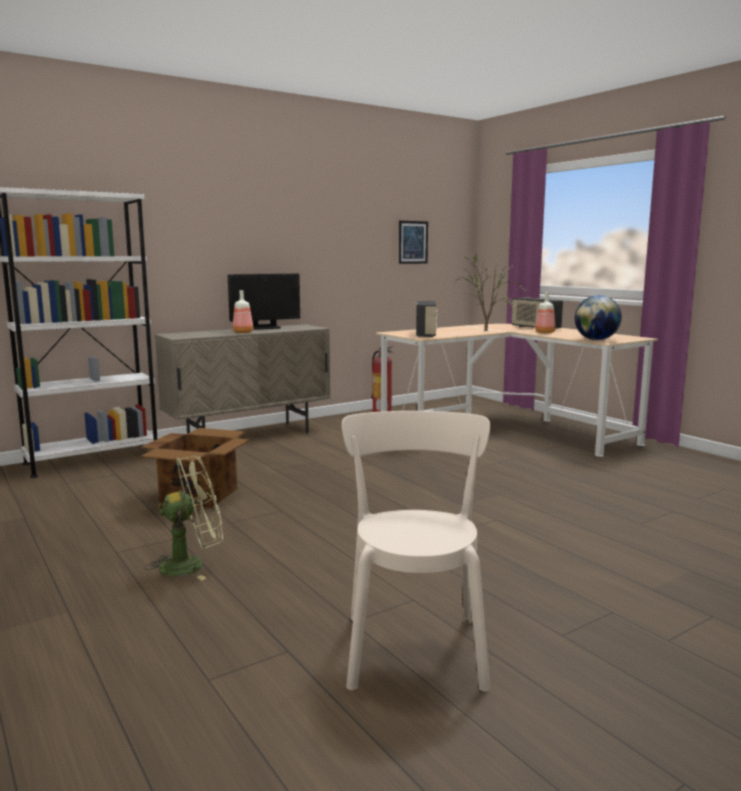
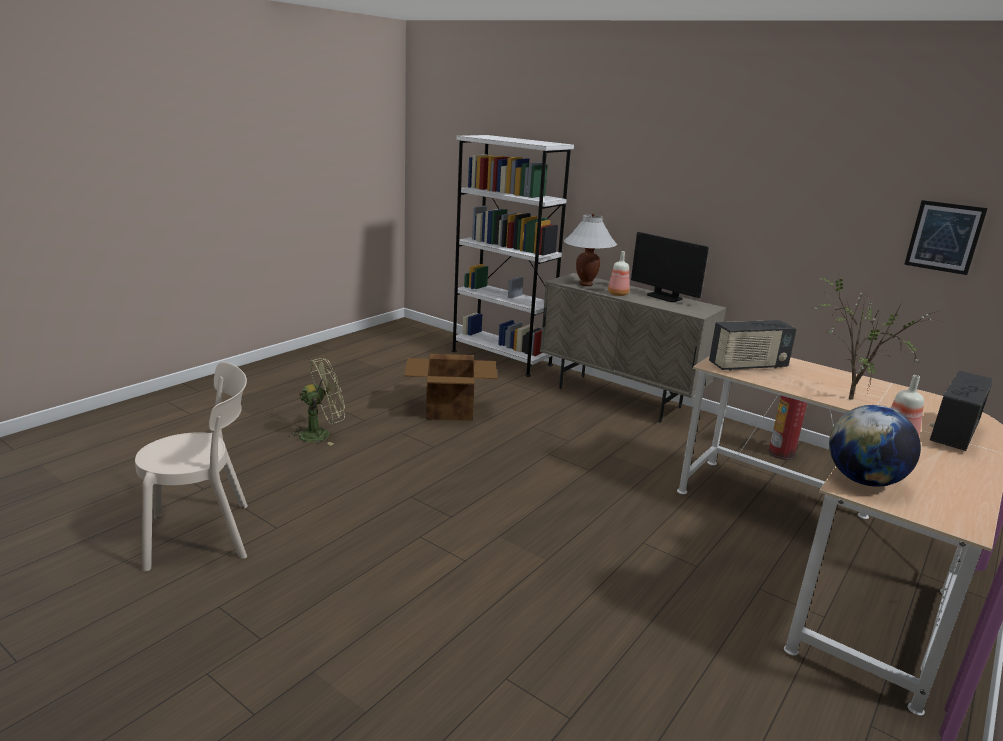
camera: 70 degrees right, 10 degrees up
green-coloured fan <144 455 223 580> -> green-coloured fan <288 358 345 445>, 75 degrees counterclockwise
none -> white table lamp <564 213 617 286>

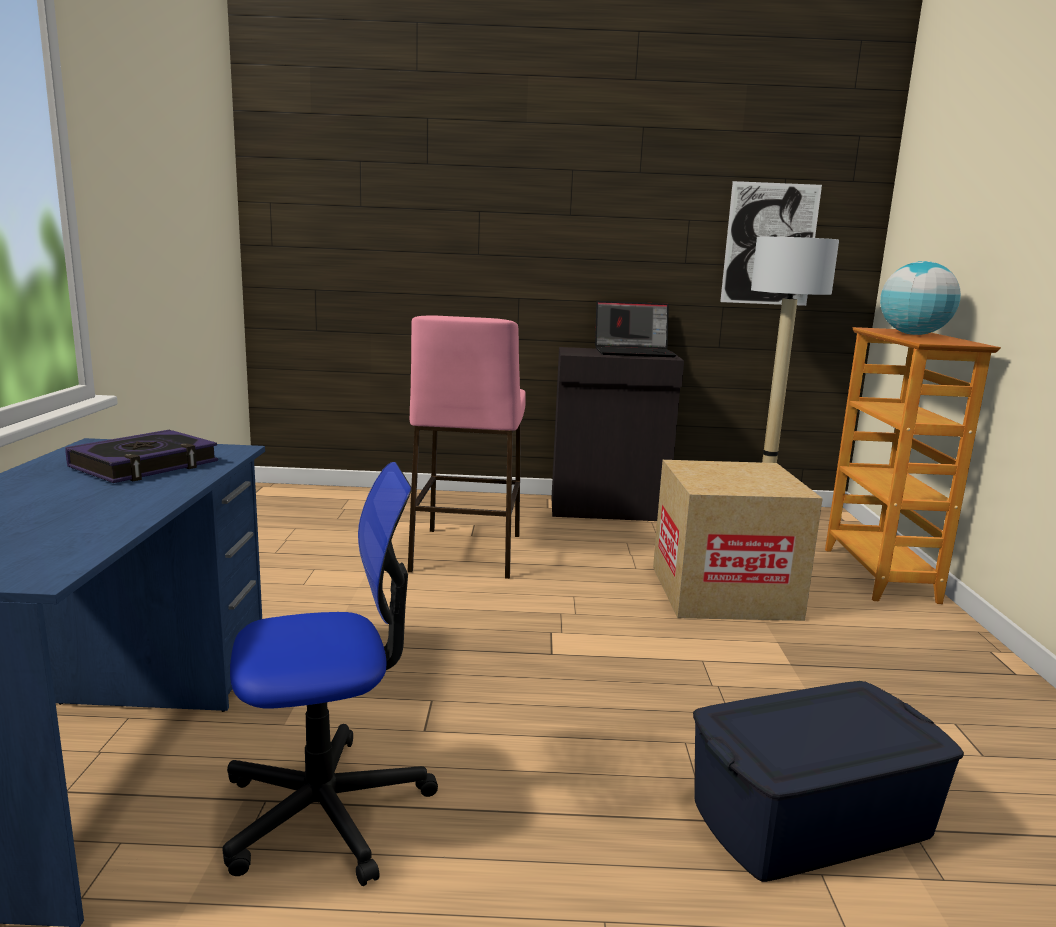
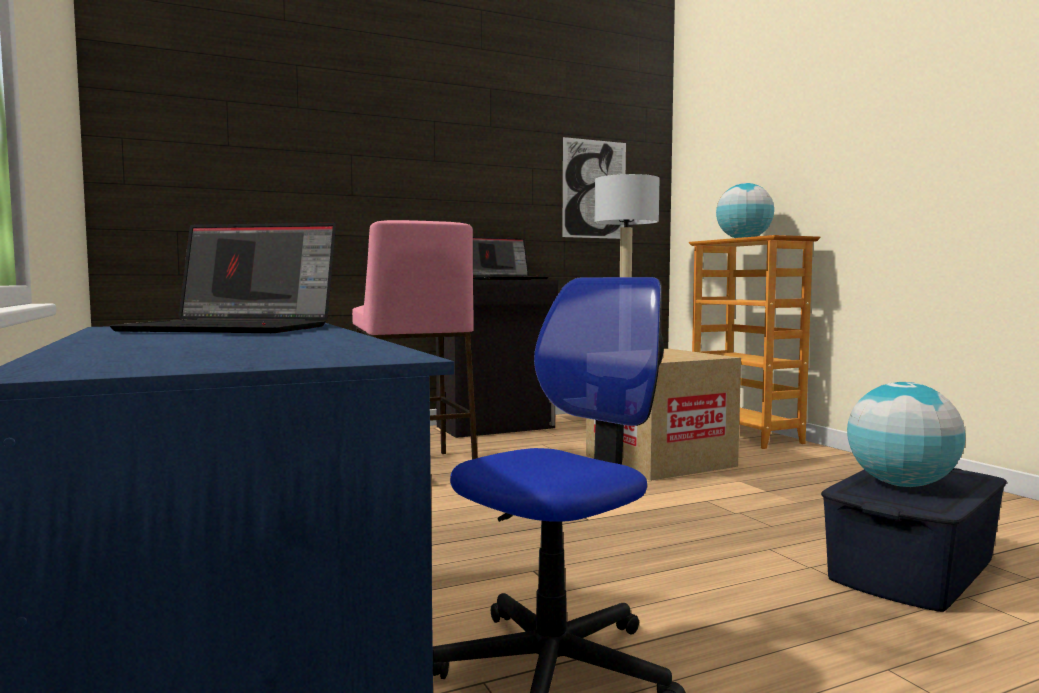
camera: 25 degrees left, 10 degrees down
bound book <65 430 218 483> -> portable computer <109 223 336 333>
none -> globe <847 382 966 487>

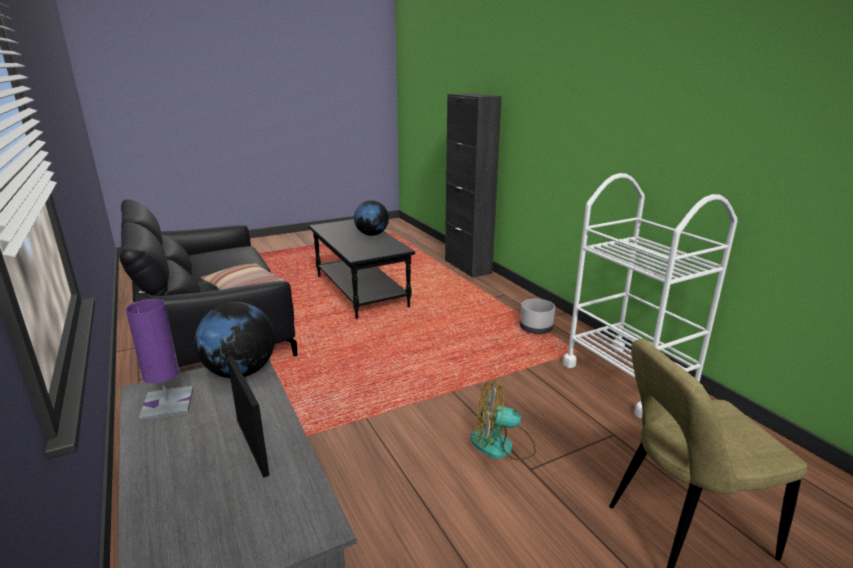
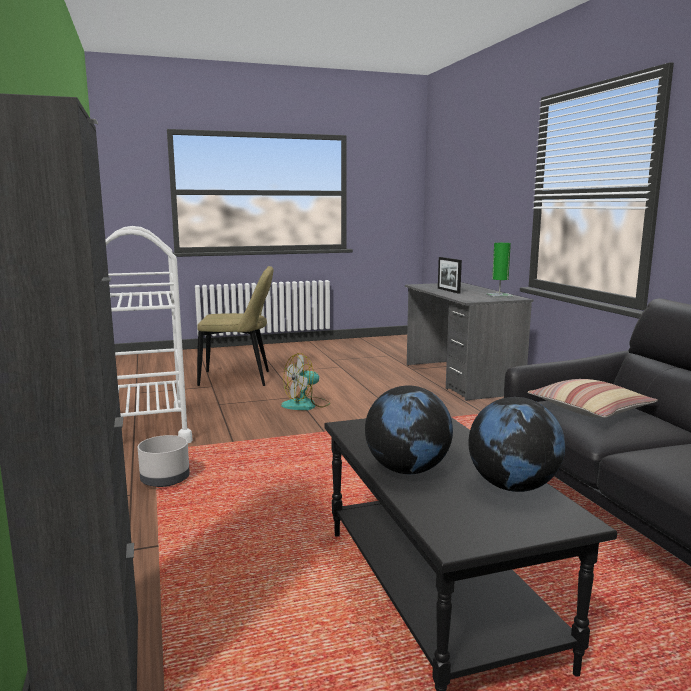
camera: 170 degrees left, 10 degrees down
purple-coloured table lamp <126 299 194 420> -> green-coloured table lamp <486 243 513 298>
globe <195 302 275 378> -> globe <468 397 565 492>, relocated
fan <471 381 536 460> -> fan <281 353 330 410>, 135 degrees clockwise

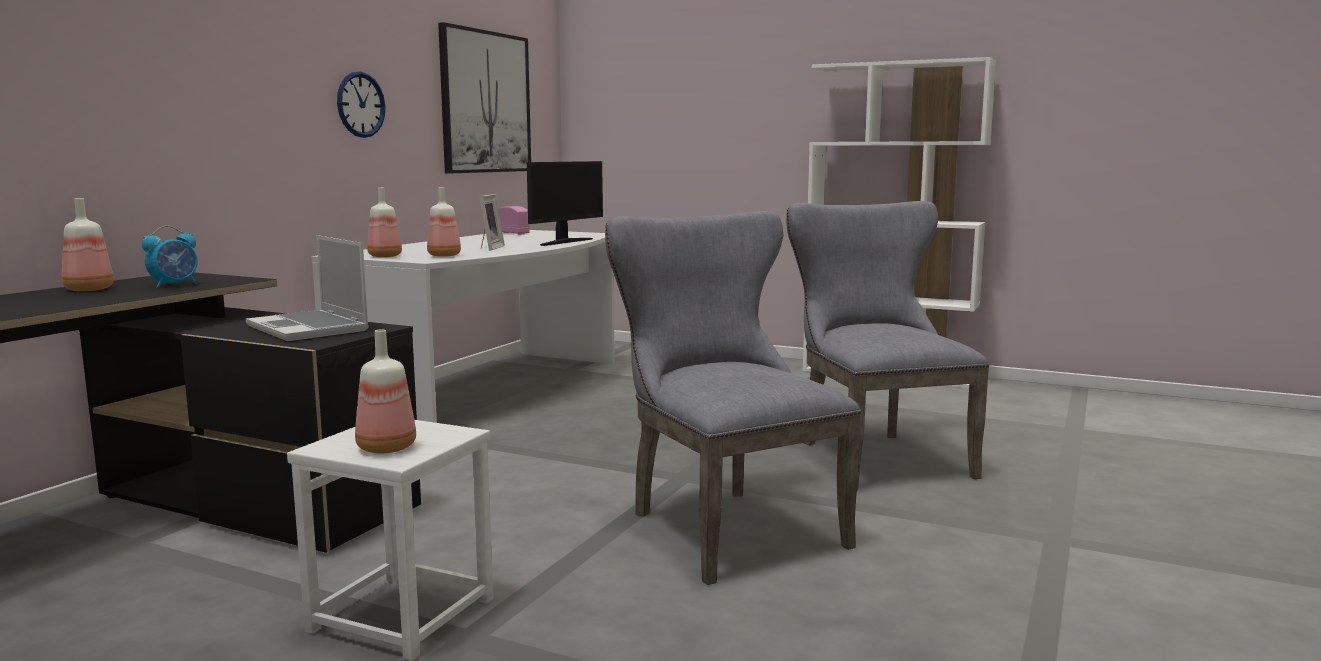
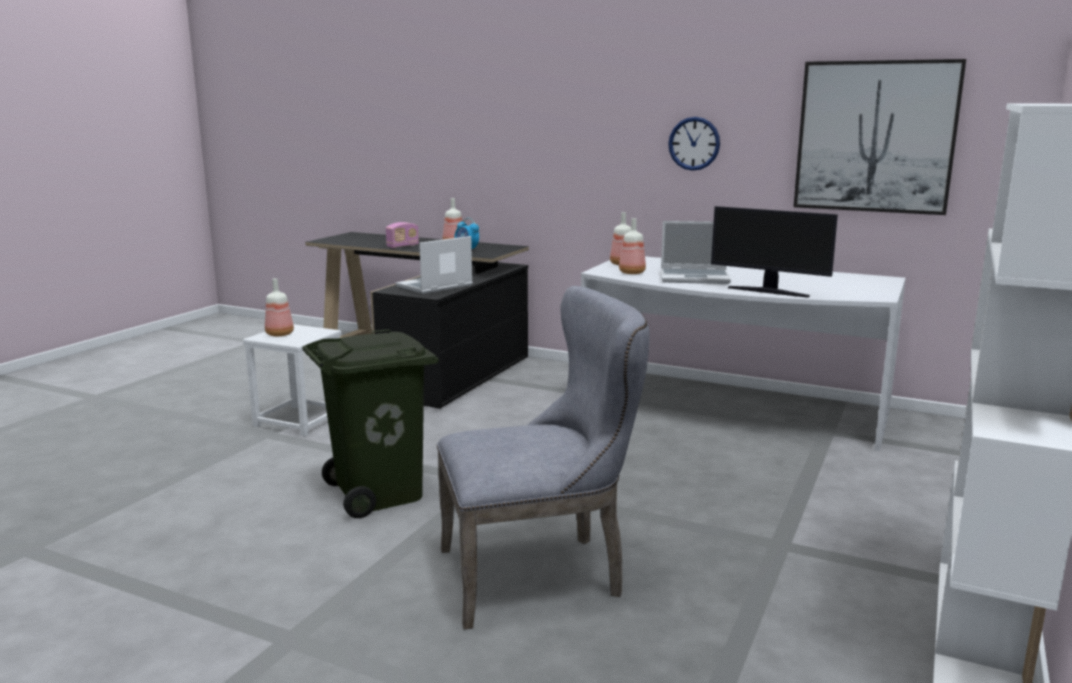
camera: 90 degrees right, 5 degrees up
picture frame <479 194 505 251> -> portable computer <661 221 731 284>
radio <498 206 530 235> -> radio <386 222 419 248>, relocated
greyish plain chair <605 211 861 585> -> green-coloured trash can <302 329 439 518>

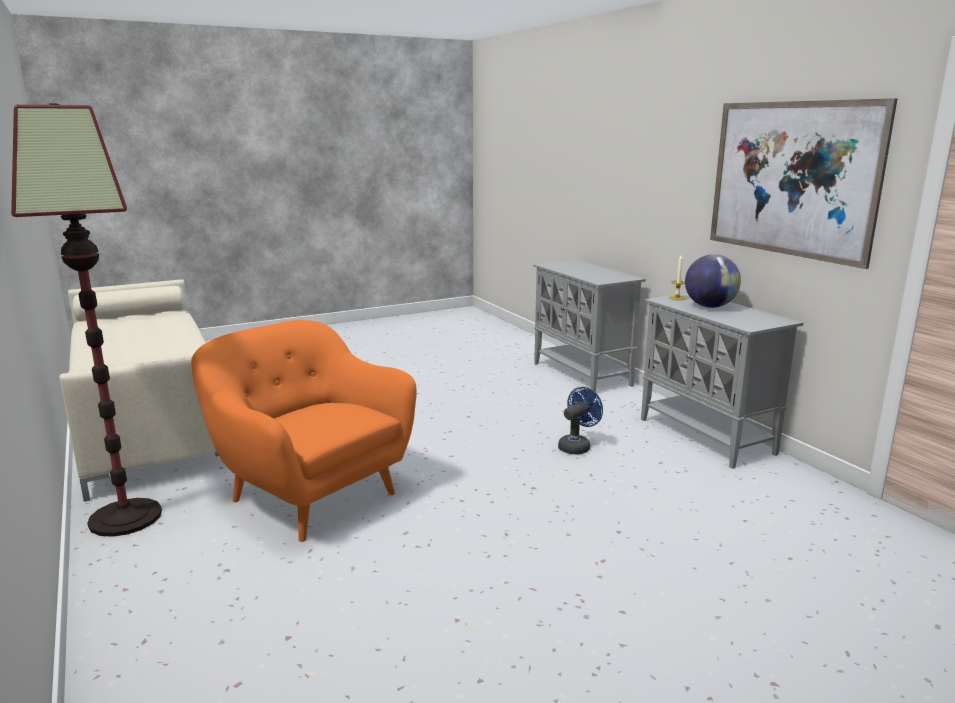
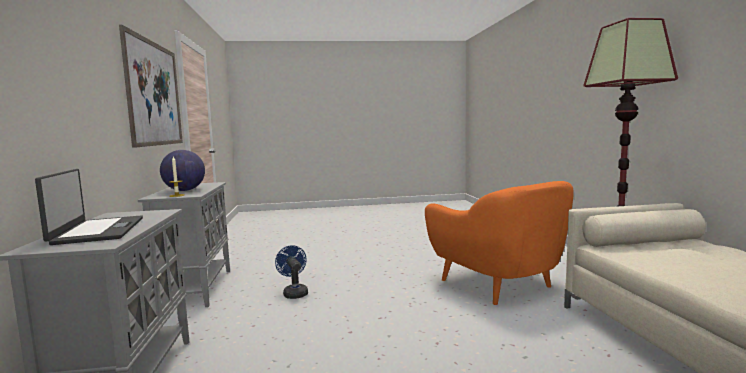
camera: 160 degrees left, 10 degrees down
blue-coloured fan <558 387 603 455> -> blue-coloured fan <275 245 308 299>, 90 degrees clockwise
none -> portable computer <35 169 143 245>

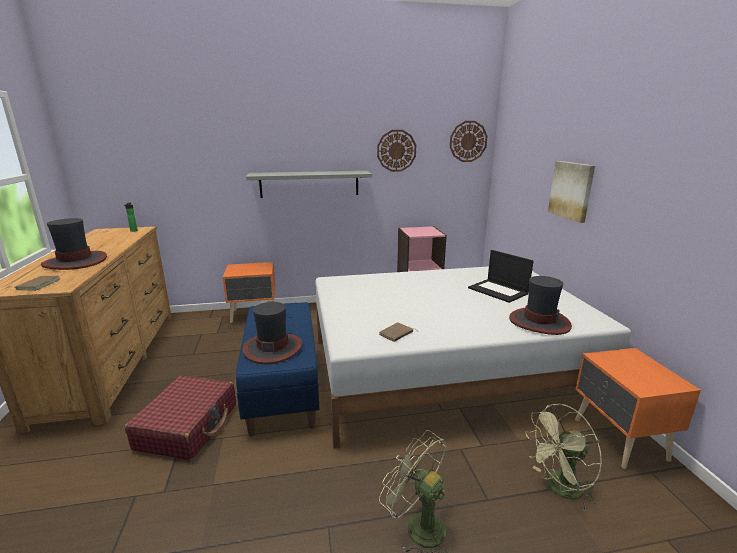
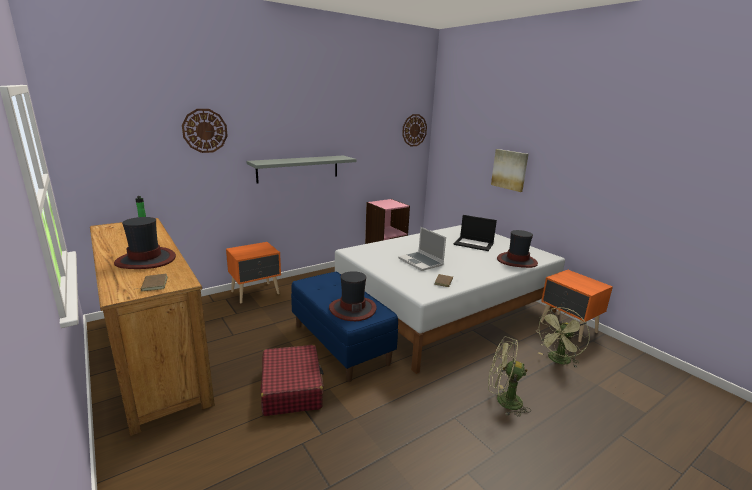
camera: 25 degrees left, 0 degrees up
wall clock <377 130 416 172> -> wall clock <182 109 228 153>, relocated
none -> portable computer <398 227 446 271>

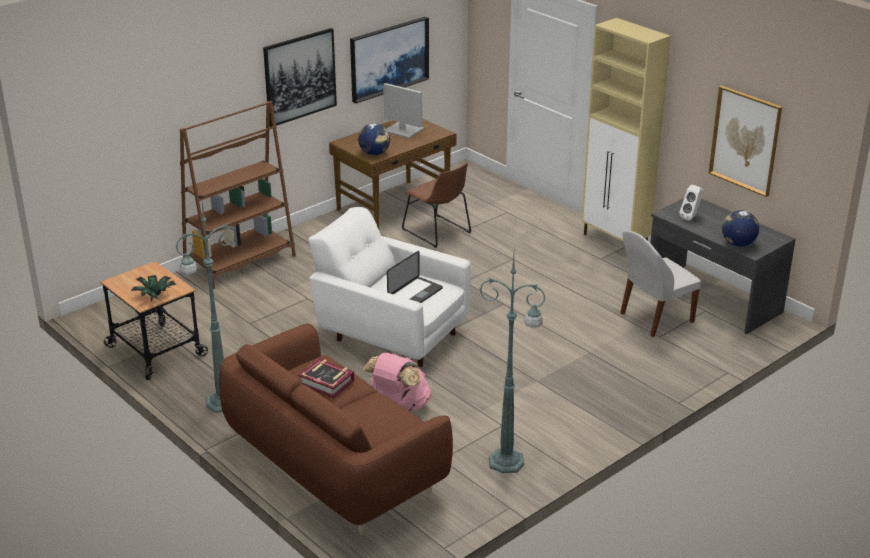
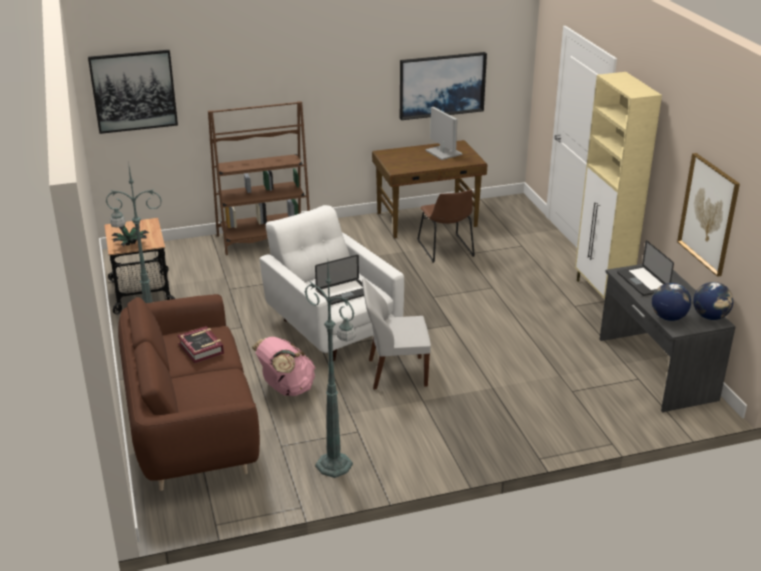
camera: 25 degrees right, 0 degrees up
wall art <263 28 337 127> -> wall art <88 50 178 134>, relocated
globe <358 123 390 155> -> globe <693 282 733 320>, relocated
white plain chair <620 231 701 337> -> white plain chair <362 278 431 389>, relocated
white speaker <679 185 703 221> -> portable computer <617 240 674 296>

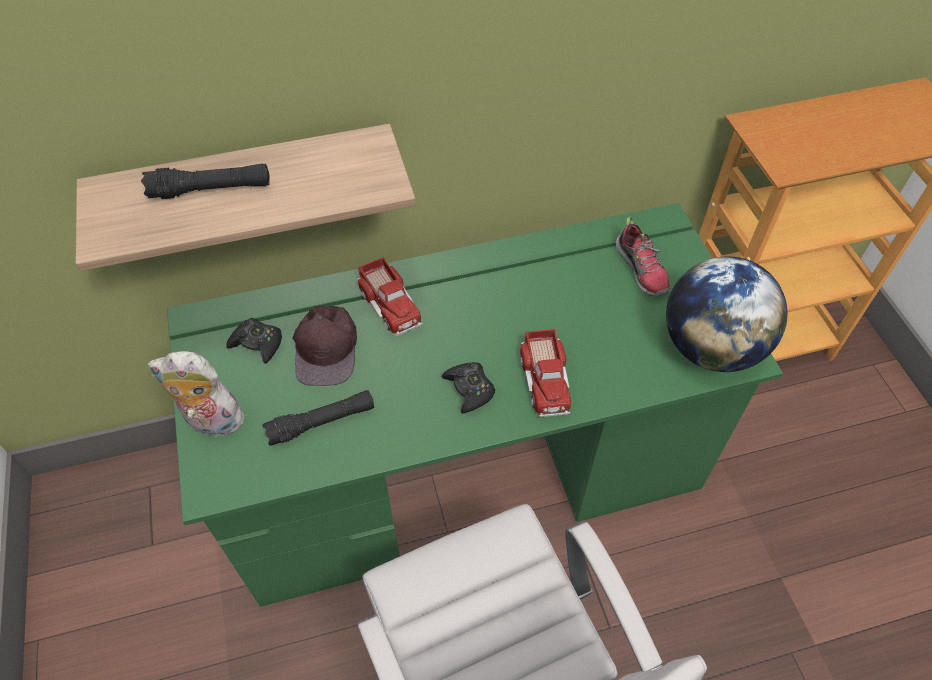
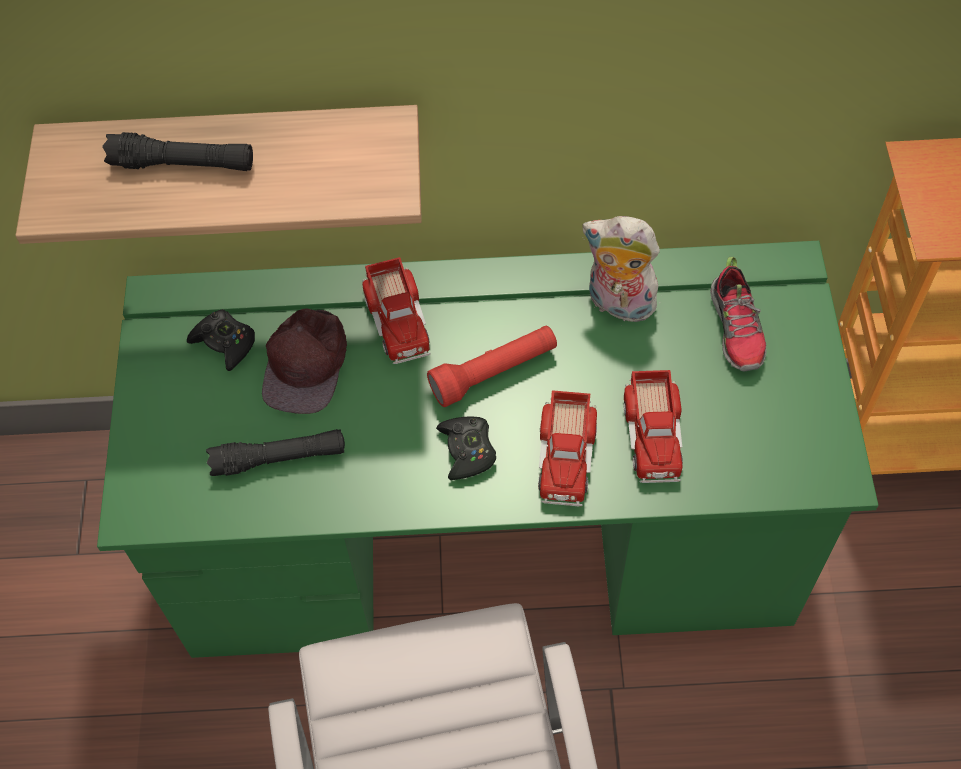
camera: 15 degrees right, 5 degrees up
plush toy <147 351 244 441> -> plush toy <582 216 660 322>, relocated
globe <666 256 787 372> -> none
none -> red-coloured flashlight <427 326 557 407>
none -> toy lorry <623 370 683 483>

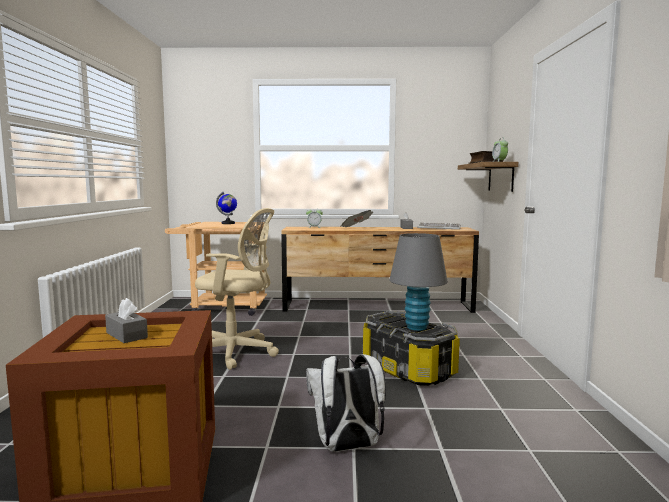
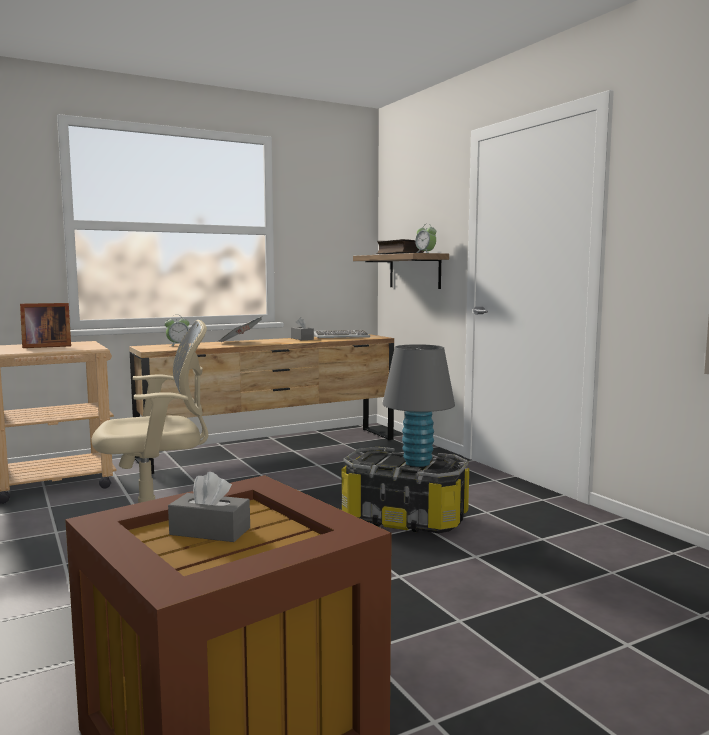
camera: 30 degrees left, 0 degrees up
globe <216 192 237 224> -> picture frame <20 303 71 348>
white backpack <306 354 386 452> -> none

